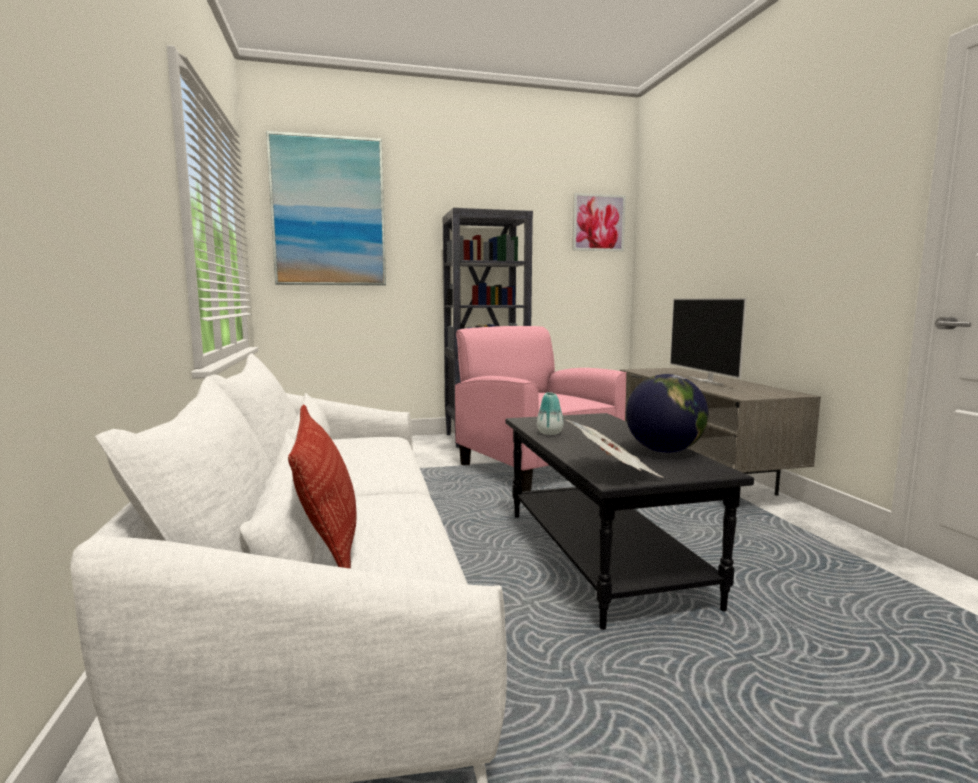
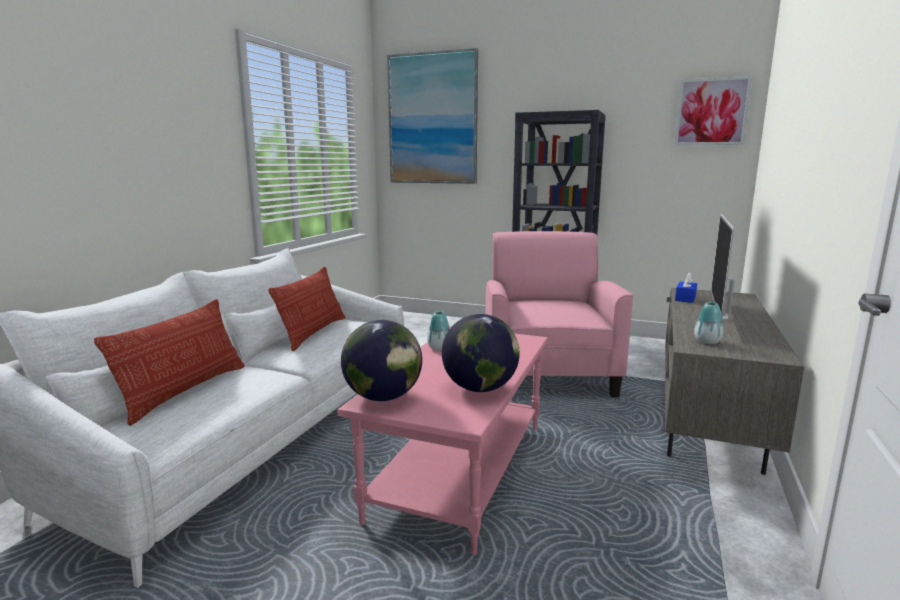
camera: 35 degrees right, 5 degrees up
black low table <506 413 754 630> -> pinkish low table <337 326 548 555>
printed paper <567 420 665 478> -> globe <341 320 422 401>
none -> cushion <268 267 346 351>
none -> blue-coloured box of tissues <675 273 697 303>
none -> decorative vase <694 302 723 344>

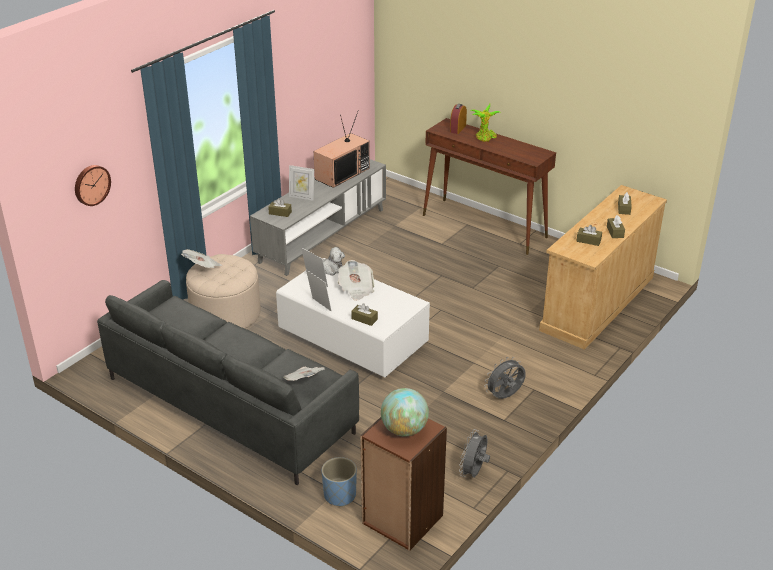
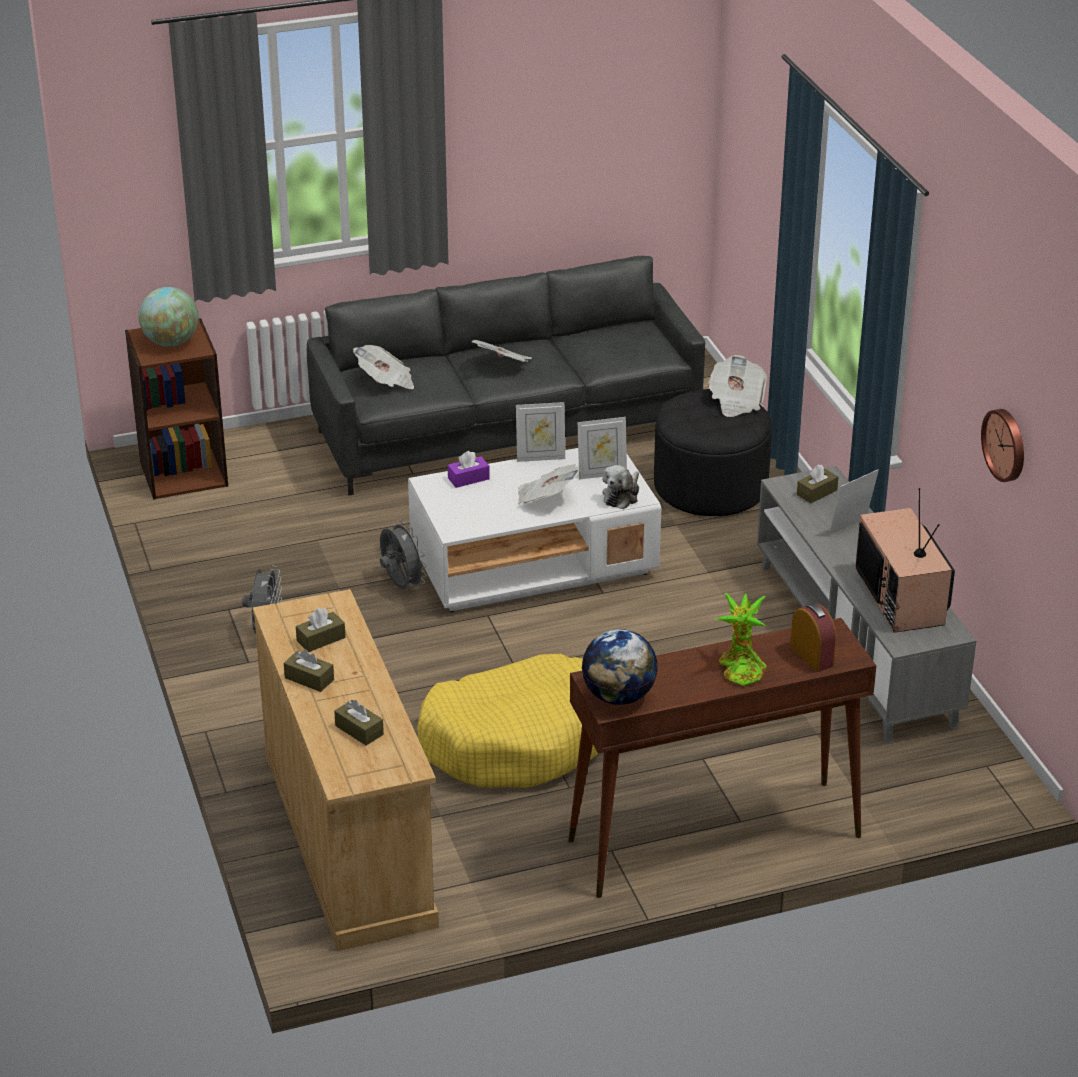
camera: 125 degrees right, 0 degrees up
wall clock <75 165 111 206> -> wall clock <981 409 1024 482>, relocated
beige-coloured ottoman <186 254 261 328> -> black ottoman <654 389 772 516>
blue-coloured planter <322 457 357 507> -> none
brownish box of tissues <351 303 378 326> -> purple-coloured box of tissues <448 451 490 488>
greyish fan <459 429 490 478> -> greyish fan <380 520 427 589>, relocated
none -> yellow pet bed <417 654 598 788>
none -> printed paper <472 340 532 362>
none -> globe <582 629 658 705>

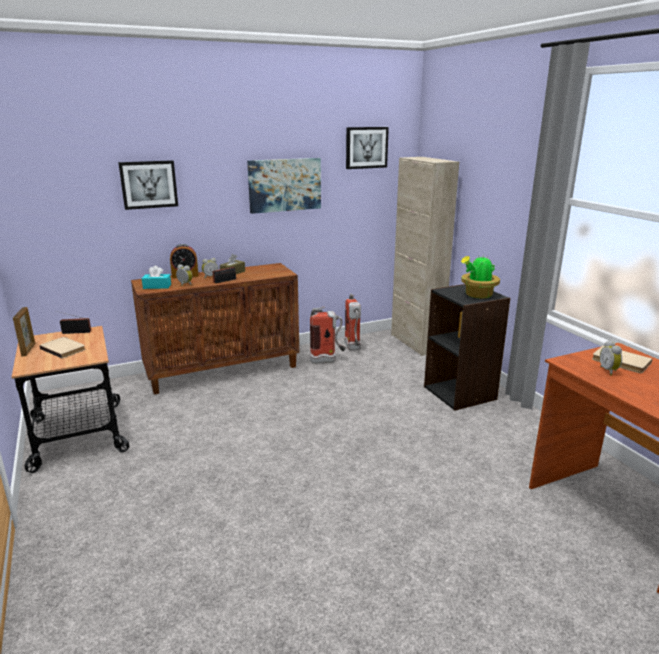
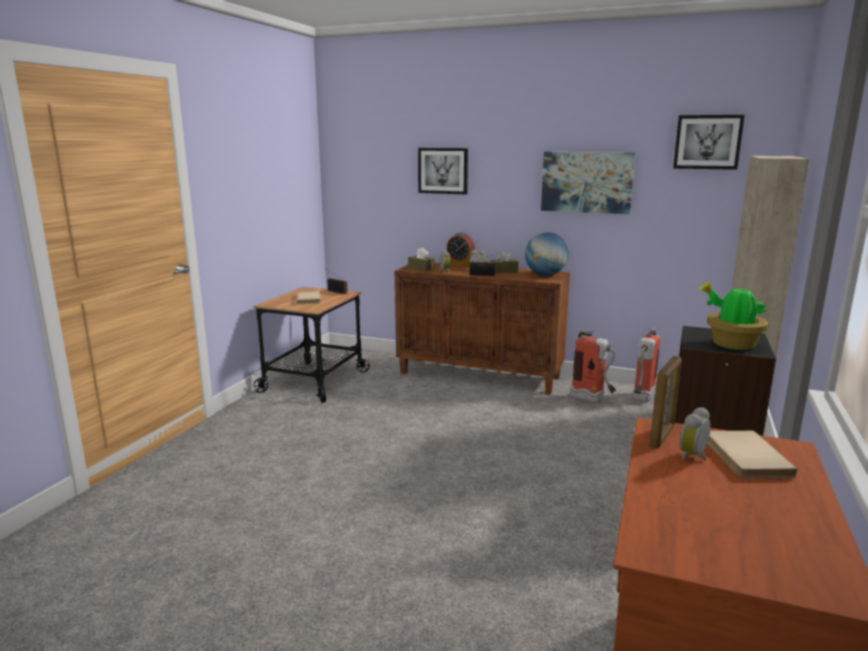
camera: 45 degrees right, 5 degrees down
picture frame <13 307 35 356> -> picture frame <649 356 682 449>, relocated
blue-green box of tissues <142 266 171 289> -> brownish box of tissues <408 247 435 271>
none -> globe <525 232 569 276>

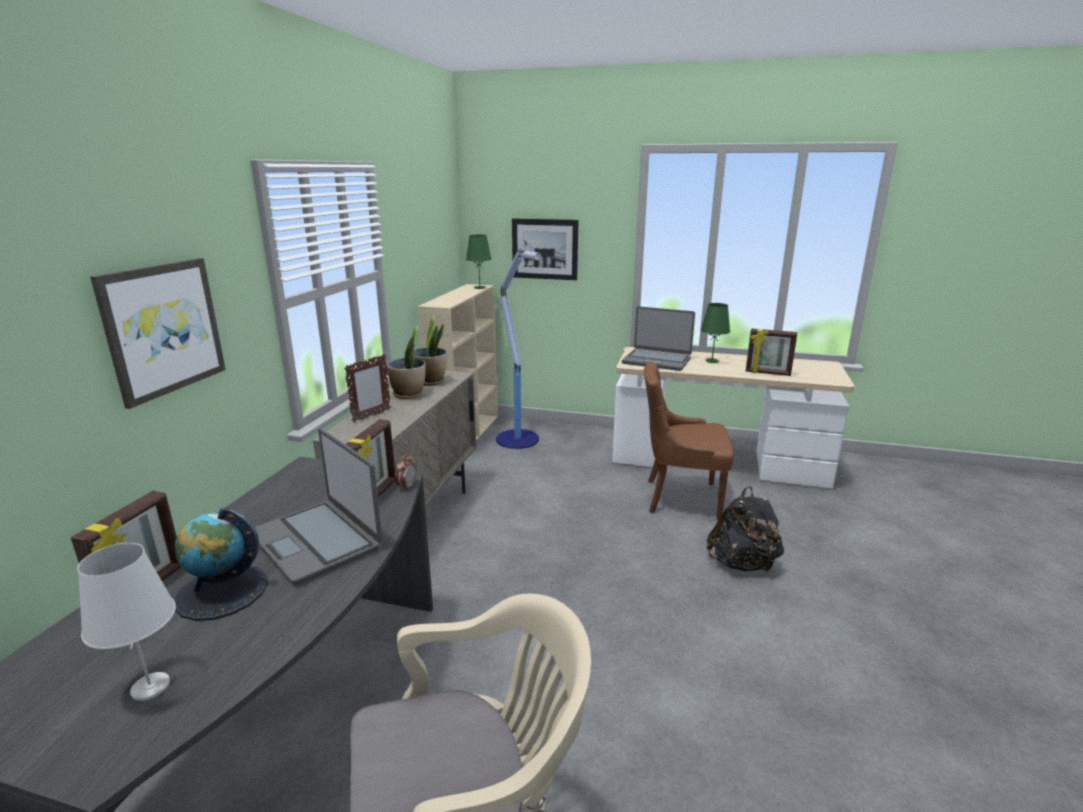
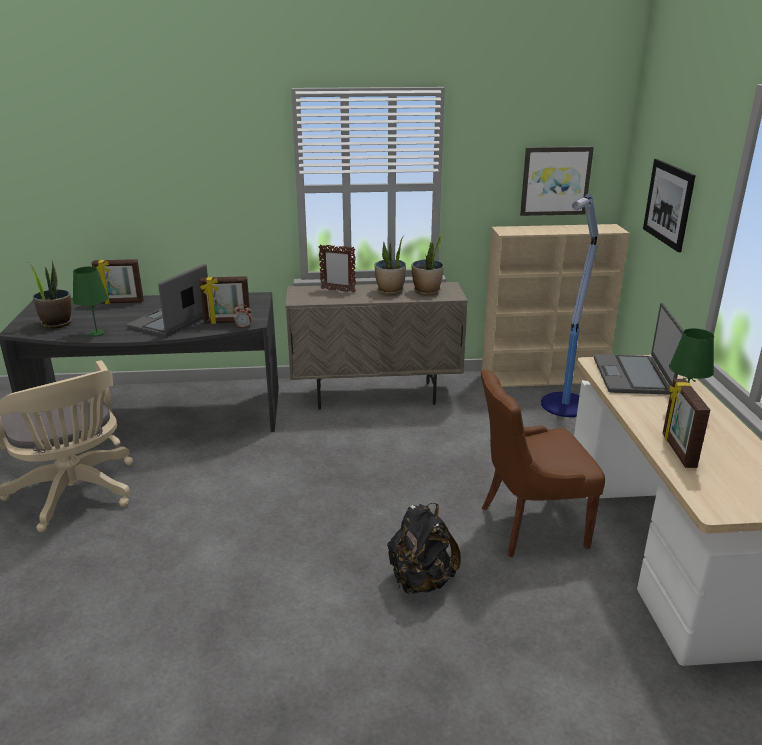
camera: 70 degrees right, 5 degrees up
white table lamp <77 543 176 701> -> plant in a pot <28 261 71 329>
wall art <90 258 226 409> -> wall art <520 147 594 216>, relocated
globe <174 507 268 621> -> none
green-coloured table lamp <466 235 492 289> -> green-coloured table lamp <73 266 108 337>, relocated
brownish plain chair <643 361 734 520> -> brownish plain chair <481 370 605 557>, 90 degrees counterclockwise

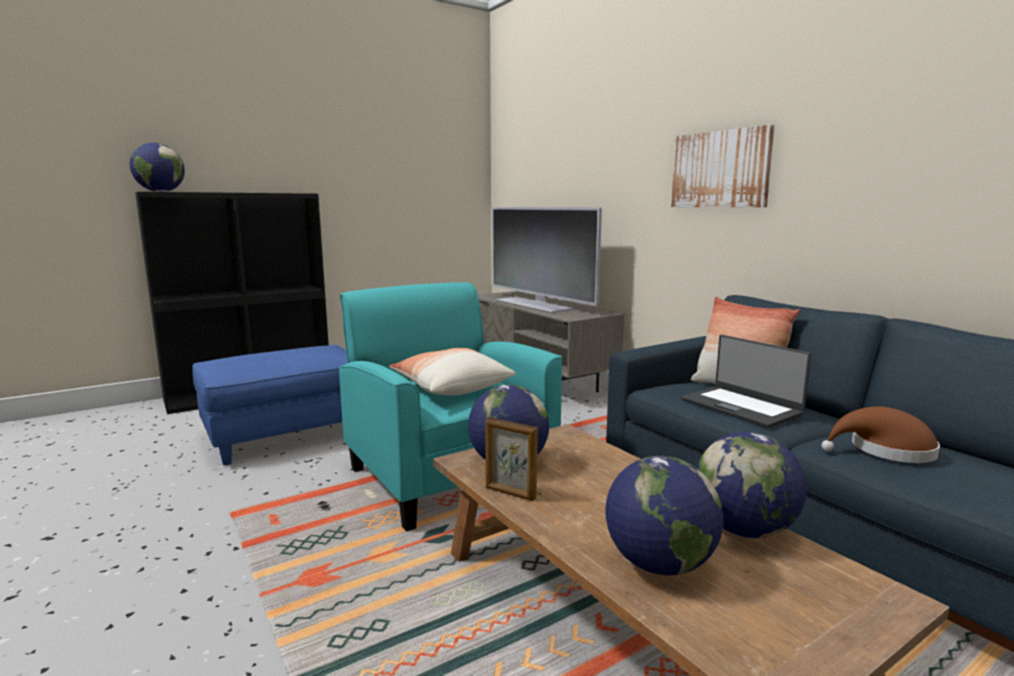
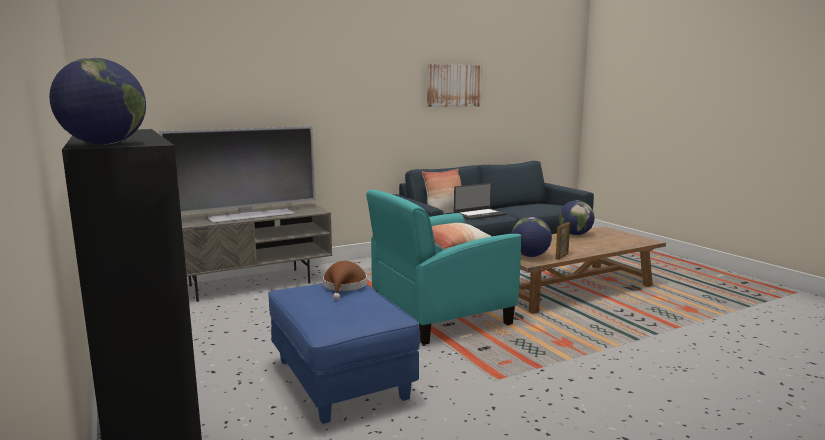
camera: 85 degrees left, 0 degrees up
globe <605 456 723 575> -> none
wall art <671 125 775 207> -> wall art <427 64 482 107>, relocated
brownish clothing hat <821 407 940 463> -> brownish clothing hat <323 261 367 300>, relocated

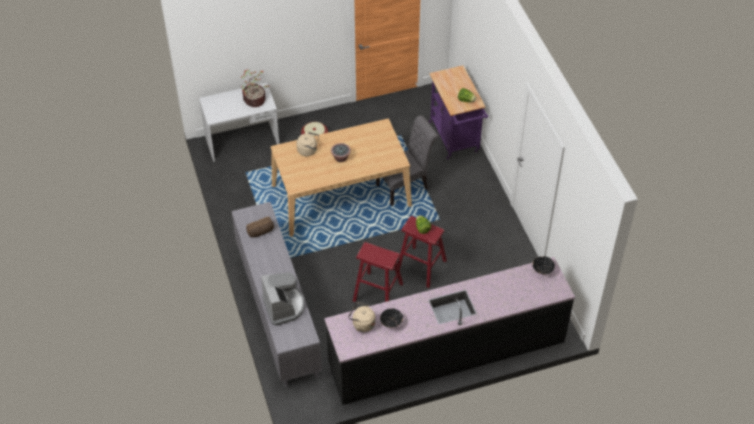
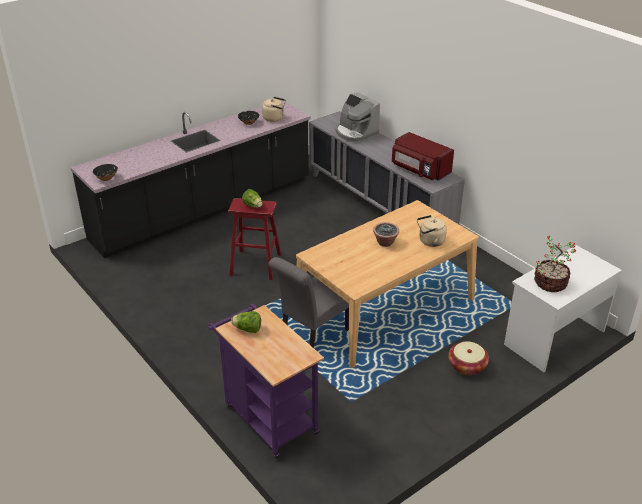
camera: 160 degrees right, 15 degrees down
bread <246 216 274 238> -> red-coloured microwave <392 132 454 181>
red-coloured stool seat <353 242 403 302> -> none

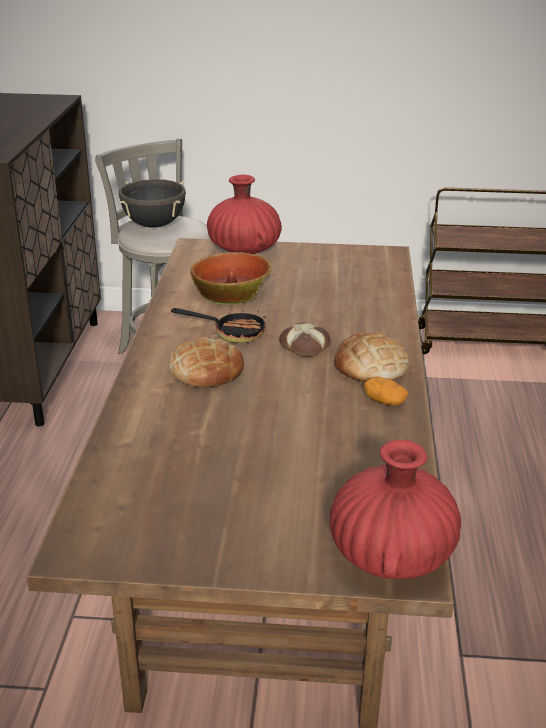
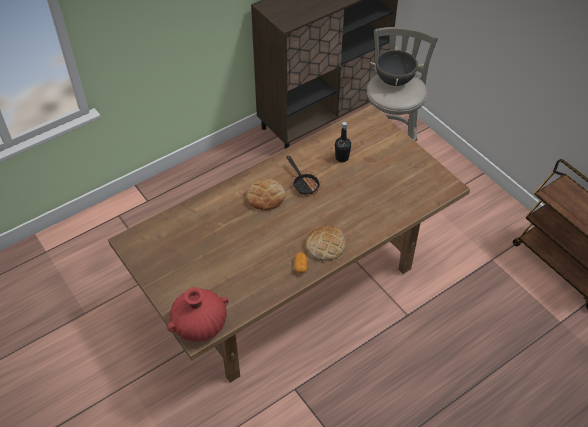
camera: 50 degrees right, 20 degrees up
deep dish <190 252 272 305> -> black drink bottle <335 122 351 162>
red-coloured decorative vase <207 175 282 255> -> none
bread <279 322 331 357> -> none

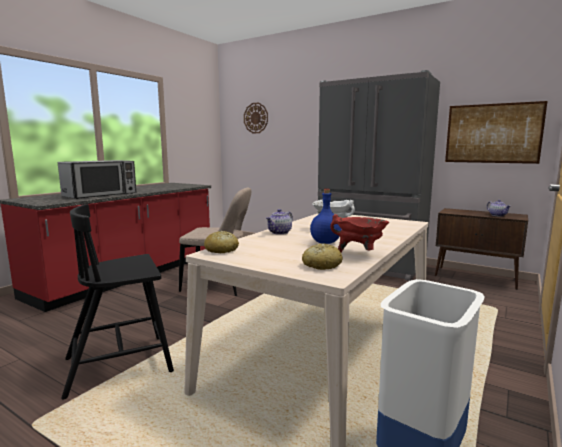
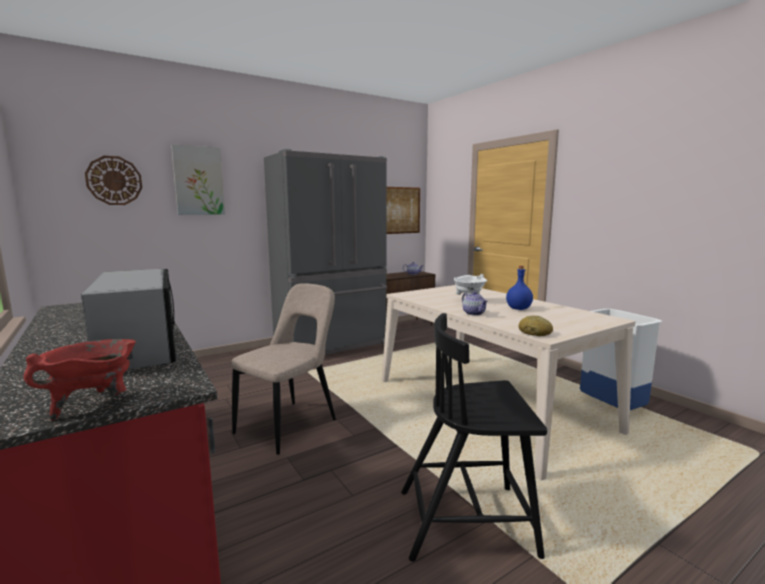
camera: 65 degrees left, 0 degrees up
black plain chair <61 204 174 400> -> black plain chair <401 313 547 562>, 90 degrees clockwise
bread <302 243 342 270> -> none
red-coloured saucepot <330 214 389 252> -> red-coloured saucepot <24 339 136 421>, relocated
none -> wall art <171 144 225 215>

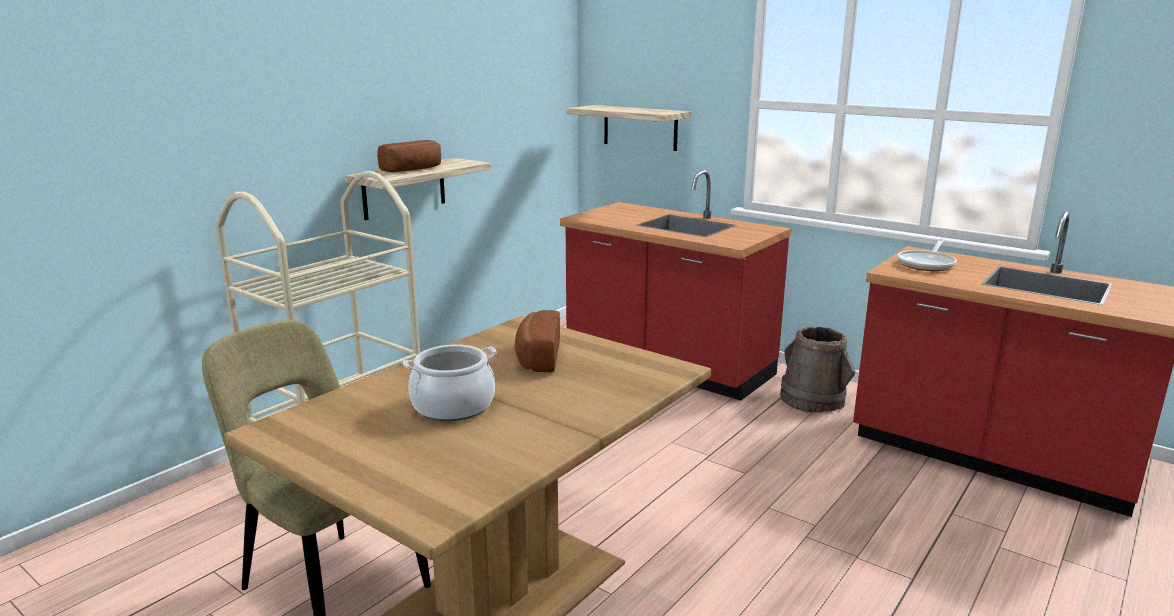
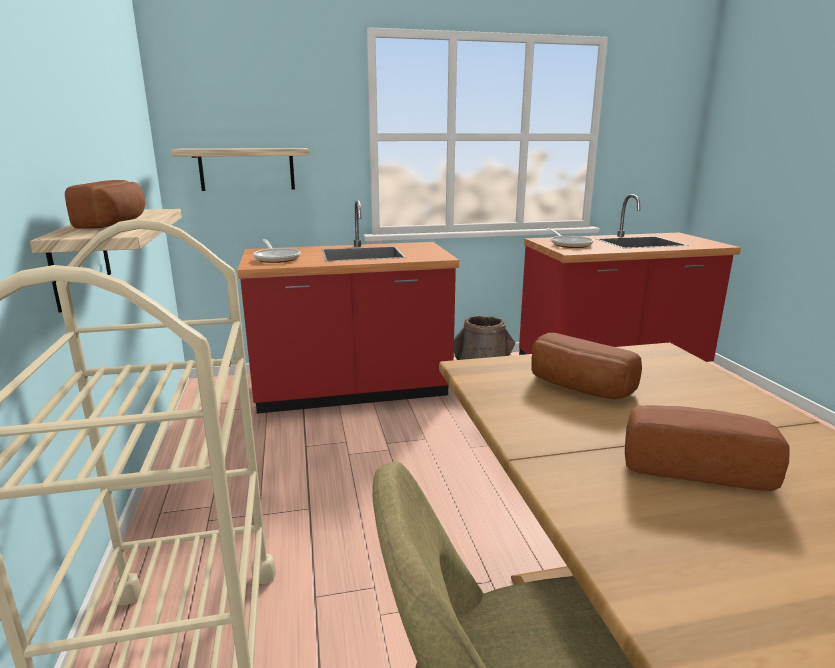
camera: 50 degrees left, 0 degrees up
saucepot <403 345 497 421> -> bread <625 405 790 491>
none -> frying pan <253 239 301 263>

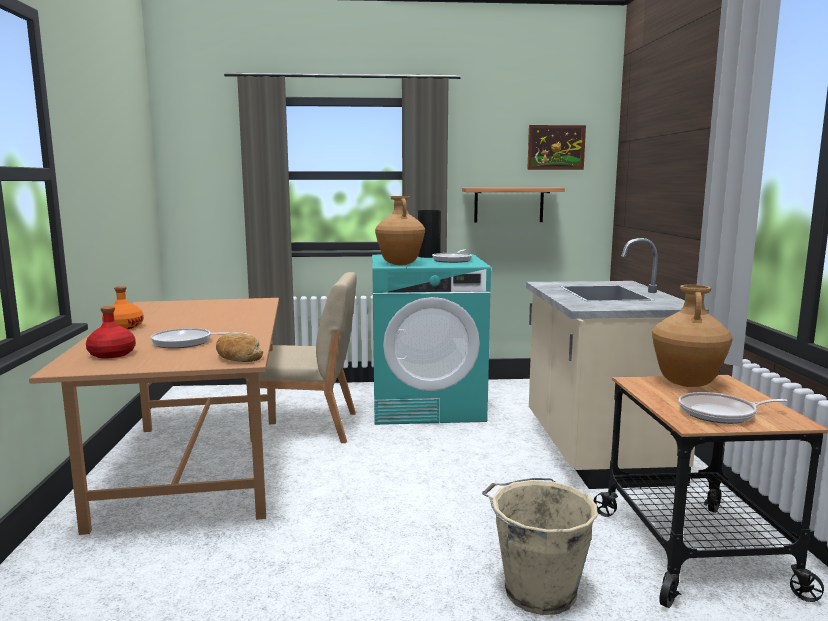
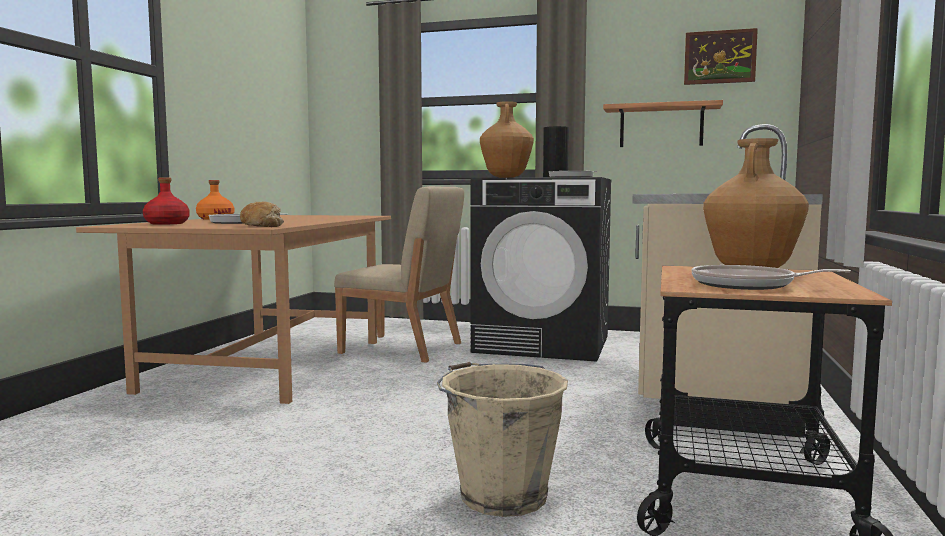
camera: 20 degrees right, 5 degrees down
blue-green washing machine <372 254 491 425> -> black washing machine <470 177 611 362>

